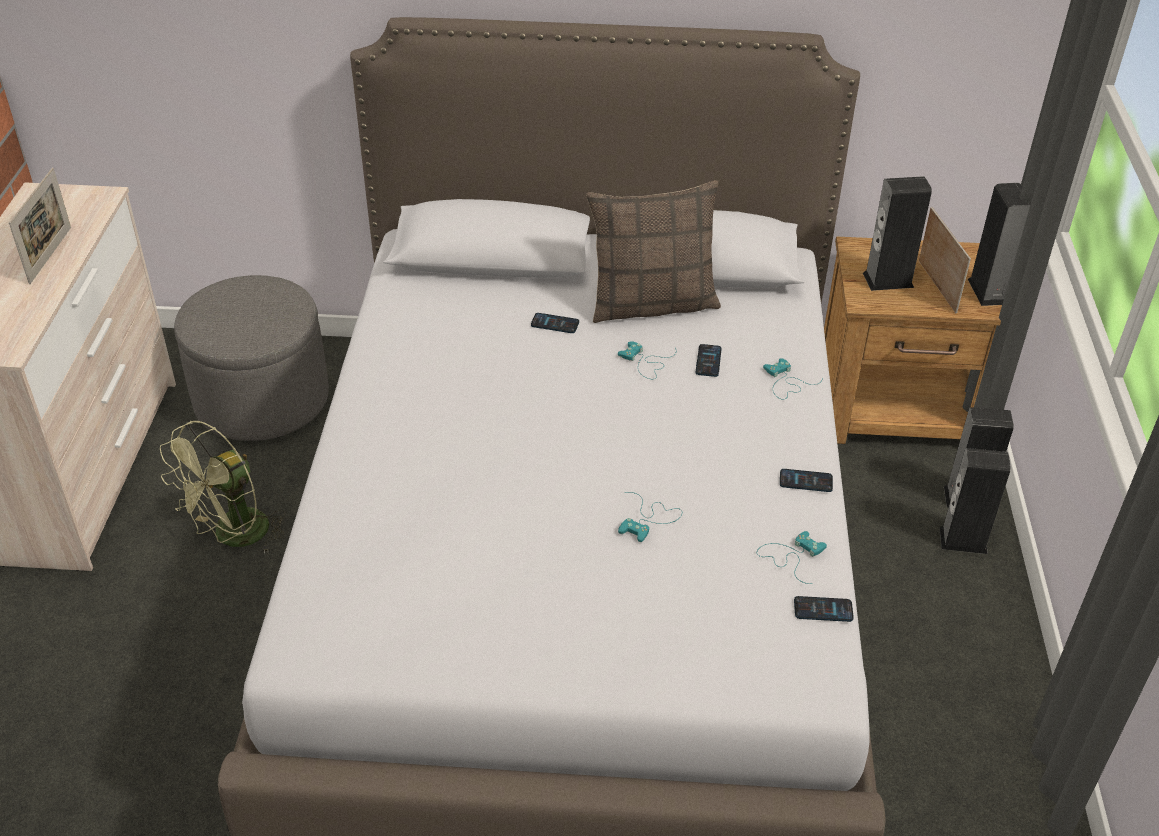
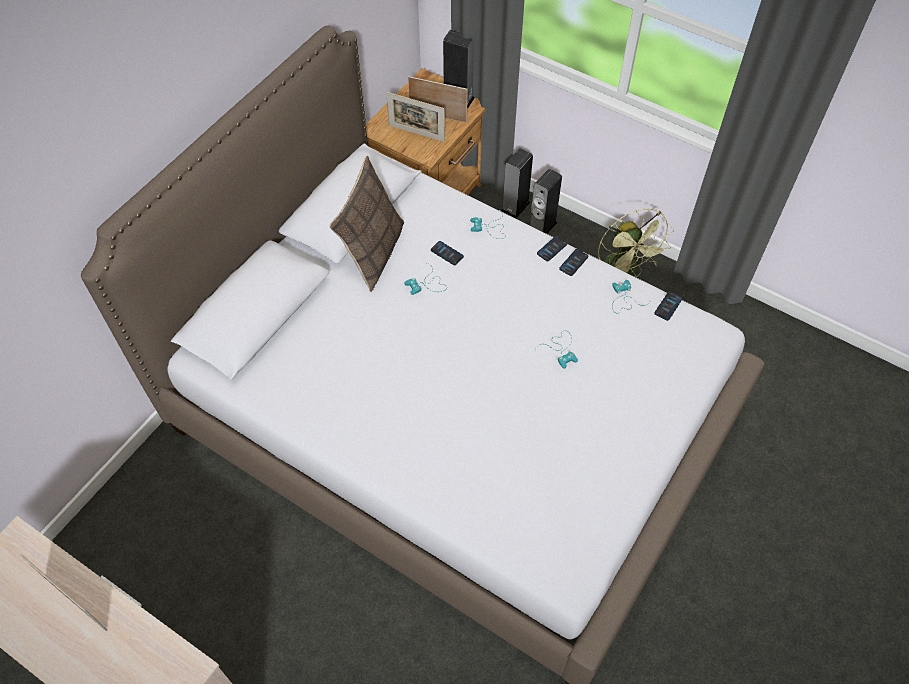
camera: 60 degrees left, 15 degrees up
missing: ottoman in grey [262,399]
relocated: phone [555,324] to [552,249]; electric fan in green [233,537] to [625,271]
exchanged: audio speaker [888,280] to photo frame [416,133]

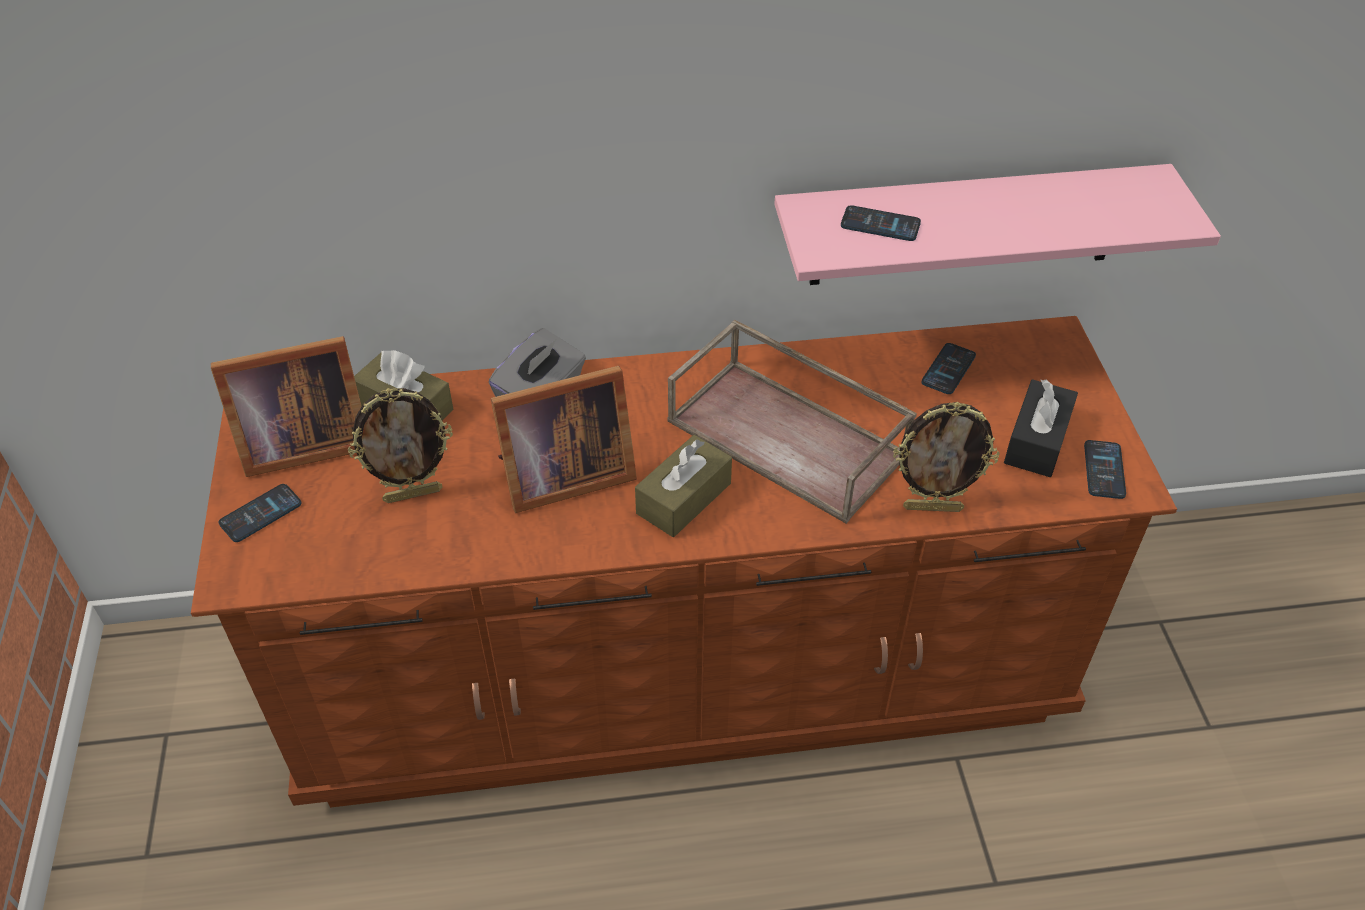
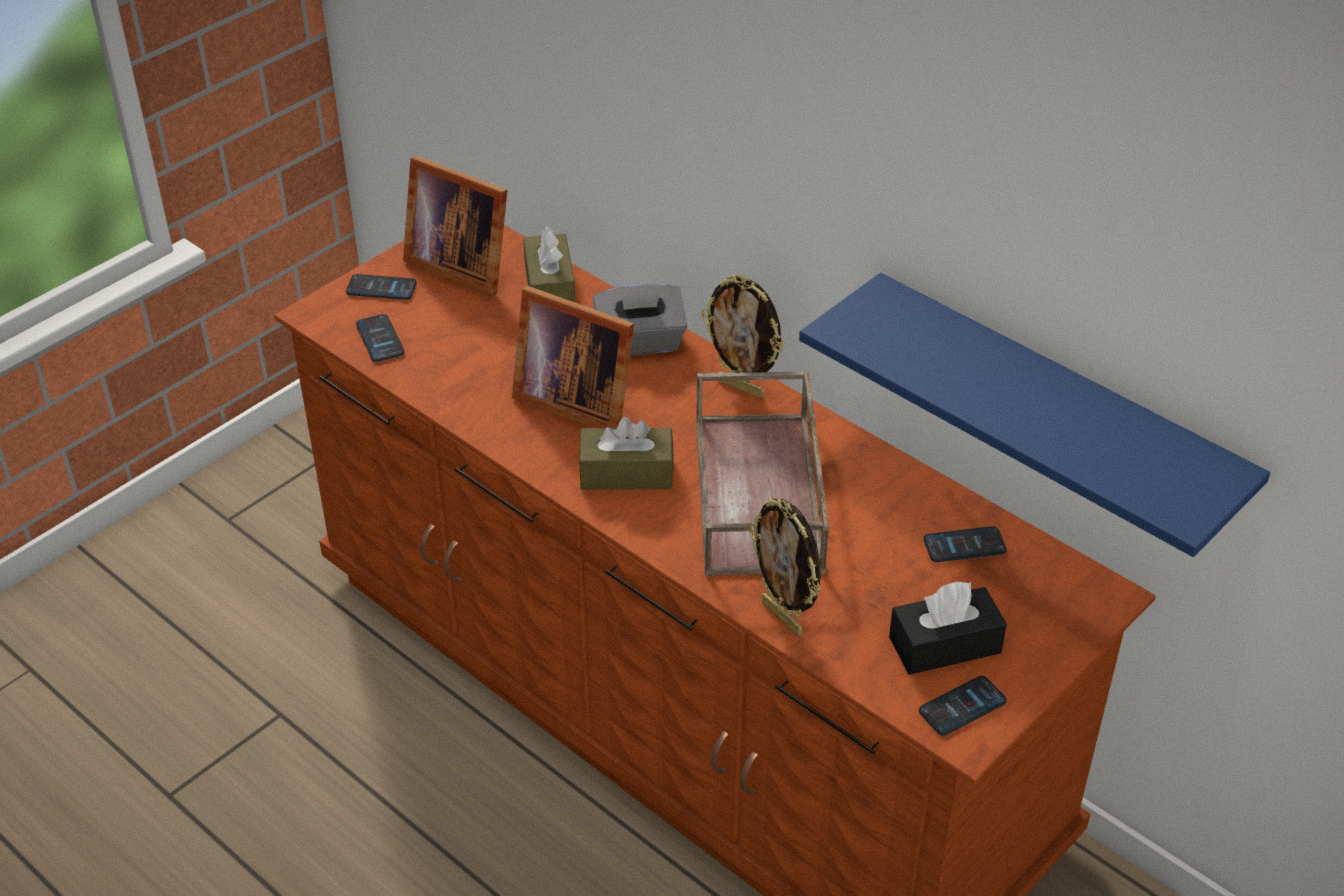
camera: 50 degrees right, 5 degrees down
relocated: phone [880,225] to [380,339]; photo frame [413,494] to [742,387]
colour: shelf in pink [966,225] to shelf in bluish [1054,414]

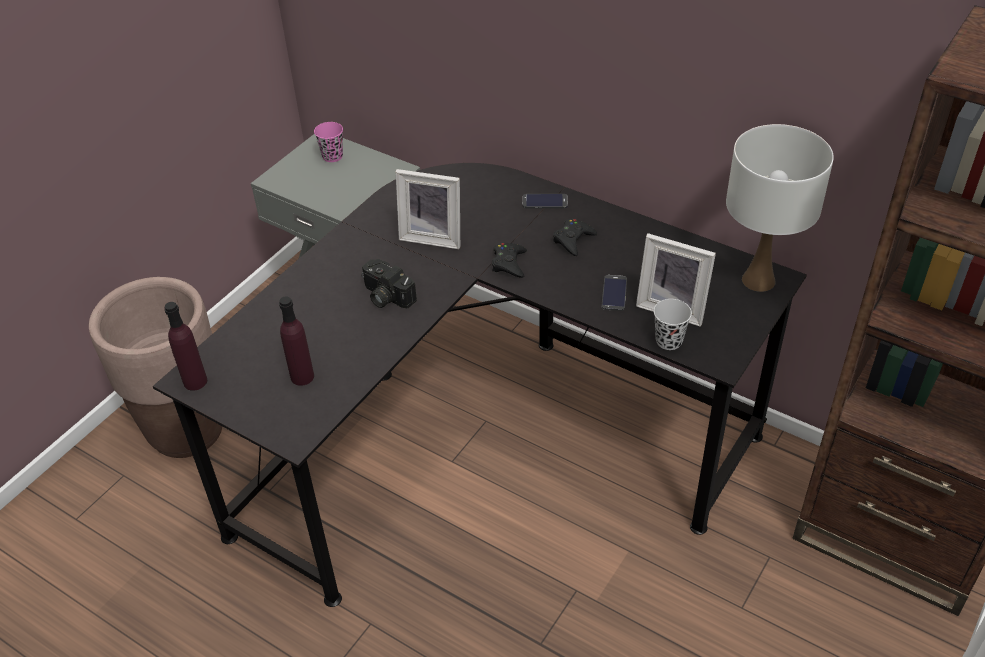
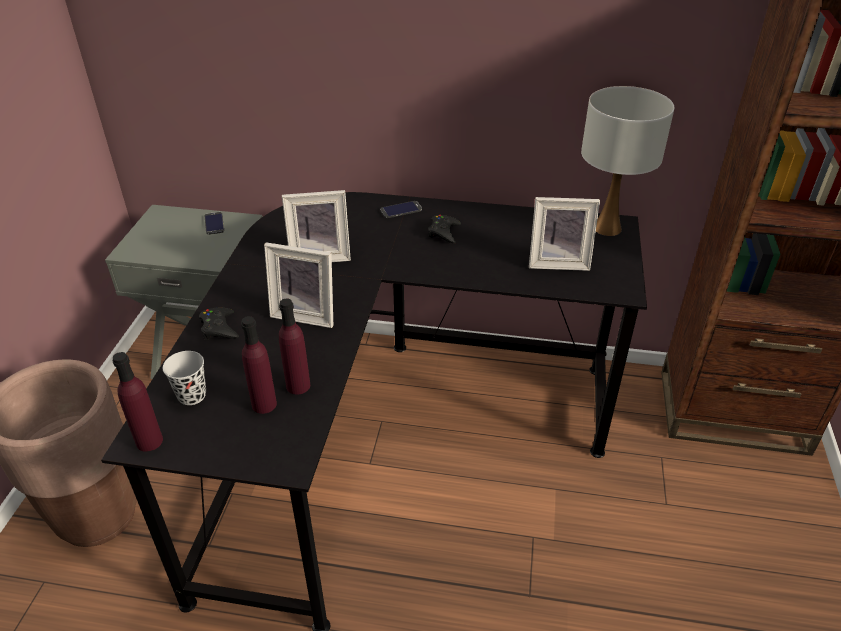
camera: 25 degrees left, 5 degrees down
missing: cup in pink [332,156]
appeared: beverage bottle in purple-coloured [298,385]
relocated: gamepad in black-coloured [509,263] to [219,328]; phone [614,293] to [214,223]; cup in black-coloured [669,341] to [192,395]
exchanged: photo camera [385,296] to photo frame [306,314]

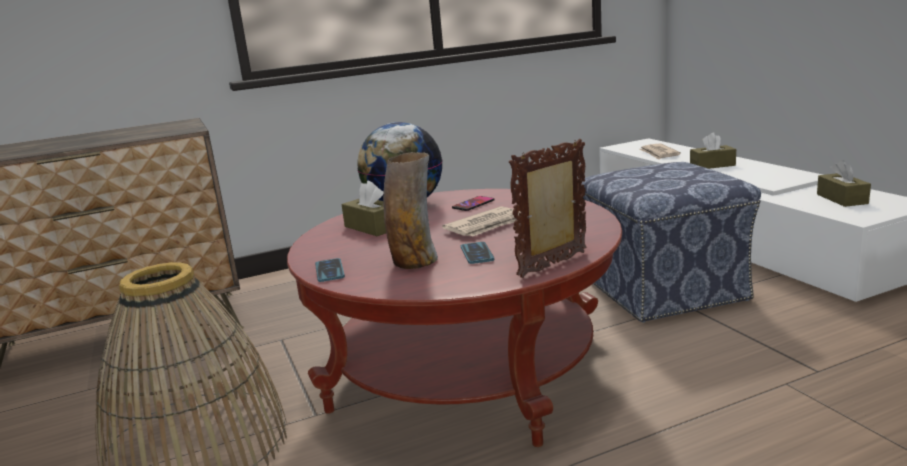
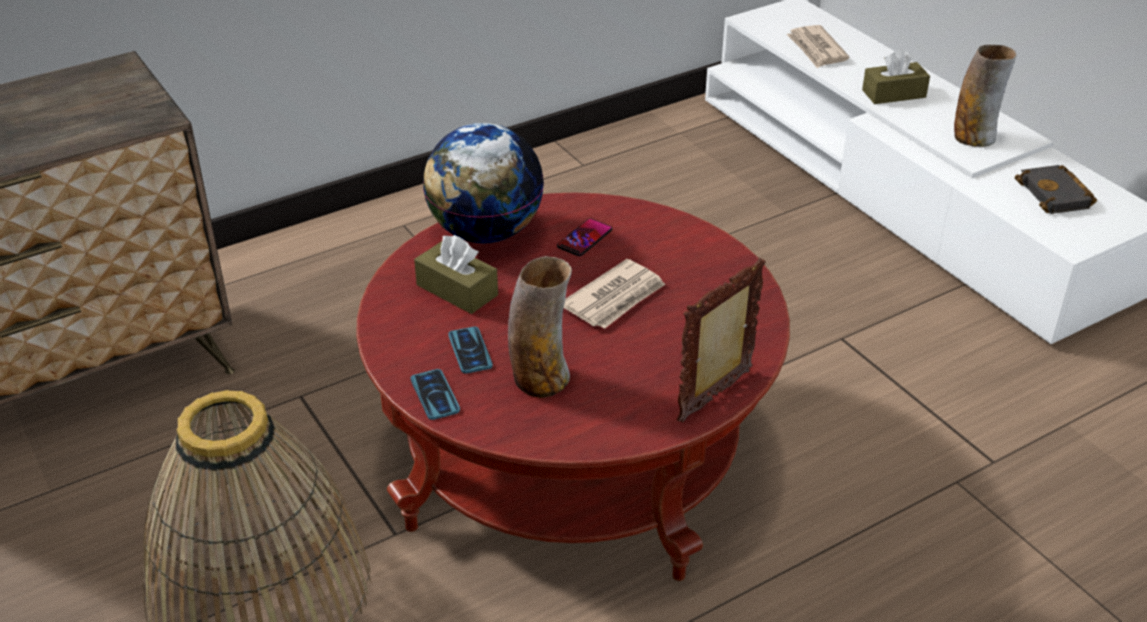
camera: 10 degrees left, 20 degrees up
missing: ottoman [663,290]
appeared: decorative vase [974,137]
relocated: phone [477,254] to [470,351]
exchanged: tissue holder in brownish [842,199] to book in black-coloured [1057,195]

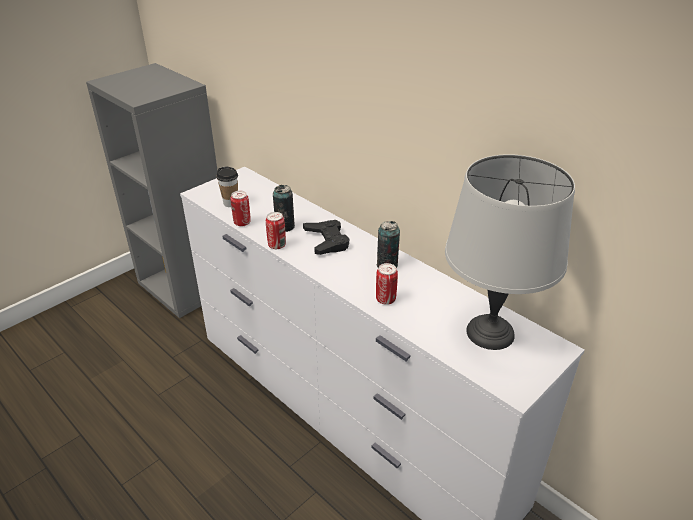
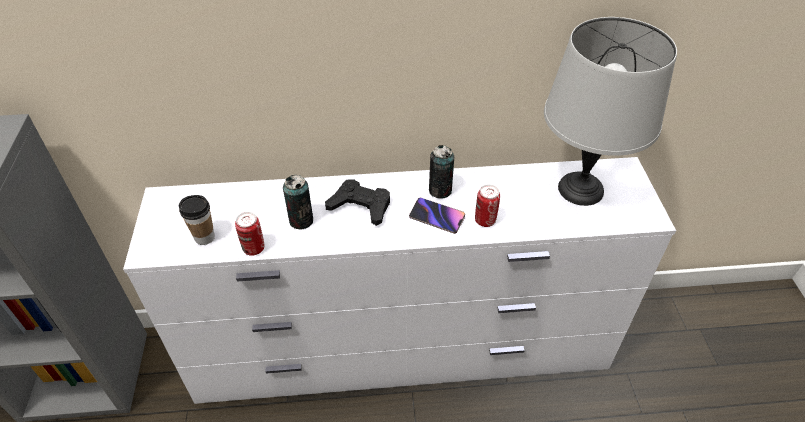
camera: 50 degrees left, 10 degrees up
missing: sealed can [277,245]
appeared: phone [437,217]

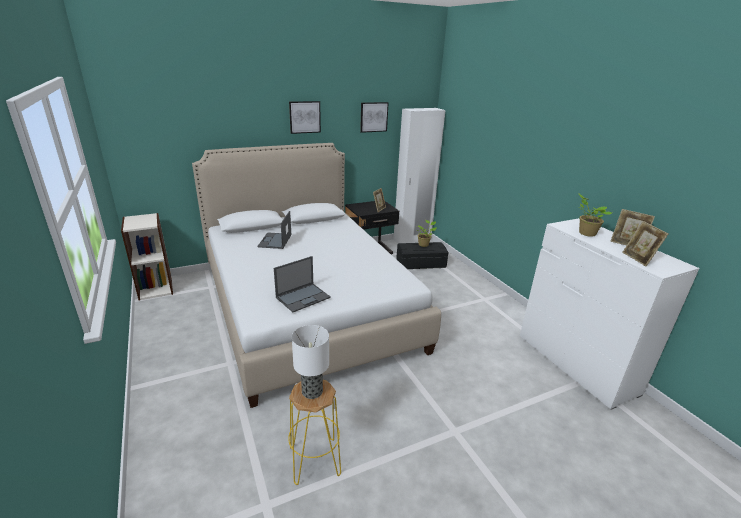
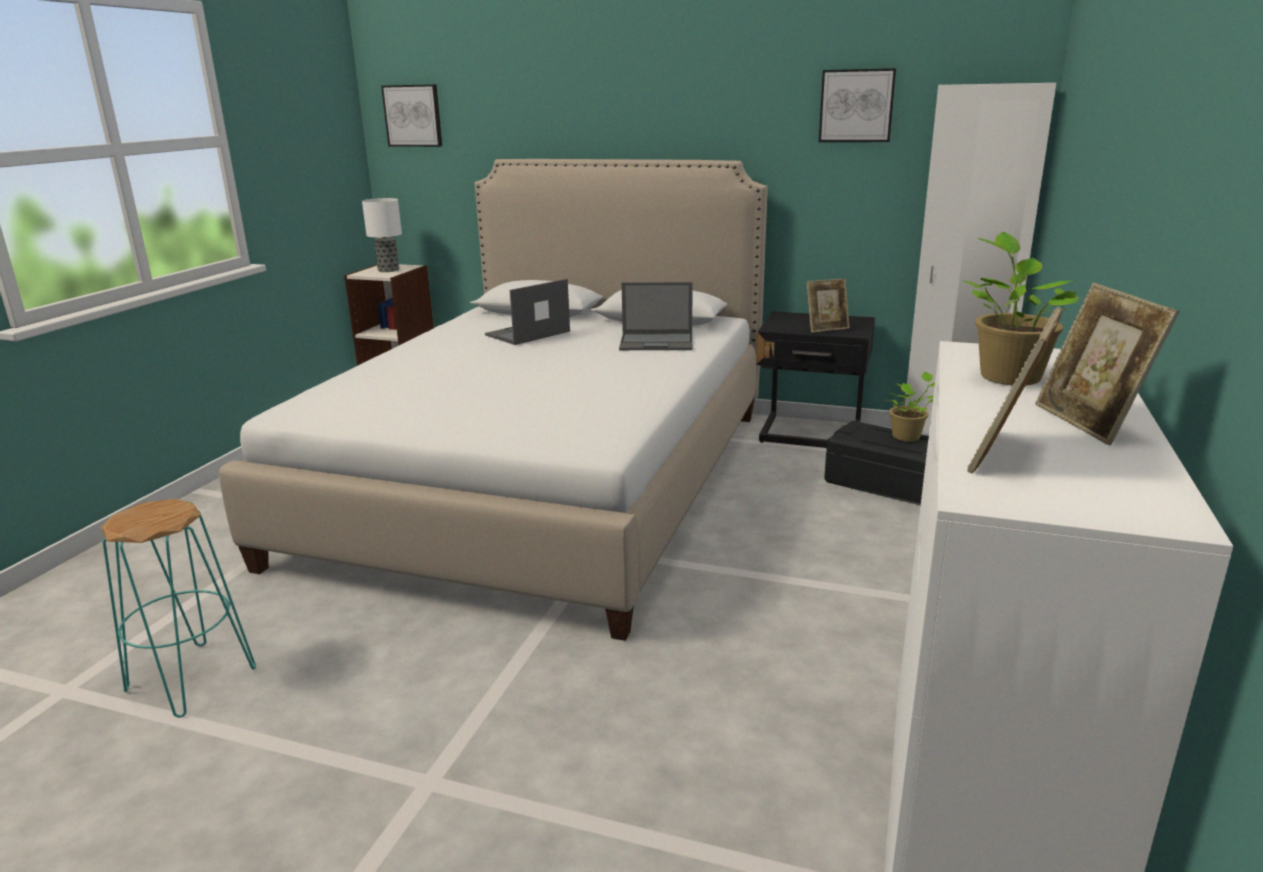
camera: 45 degrees right, 5 degrees down
relocated: wall picture [304,117] to [413,115]; laptop [303,297] to [657,342]; tabletop lamp [311,391] to [388,270]
colour: stool in yellowish [315,461] to stool in blue-green [190,680]

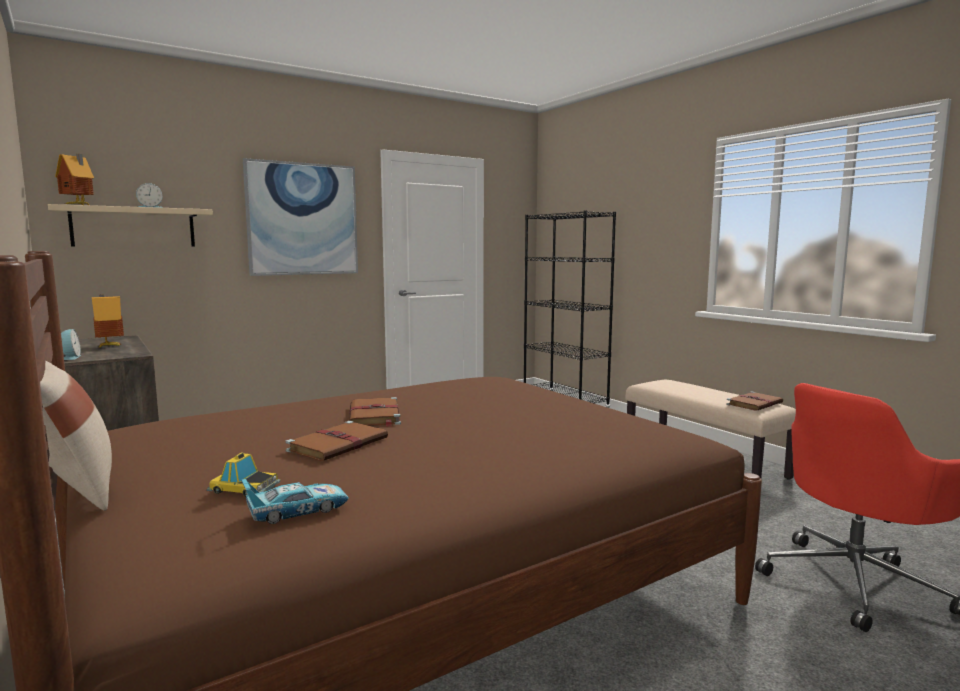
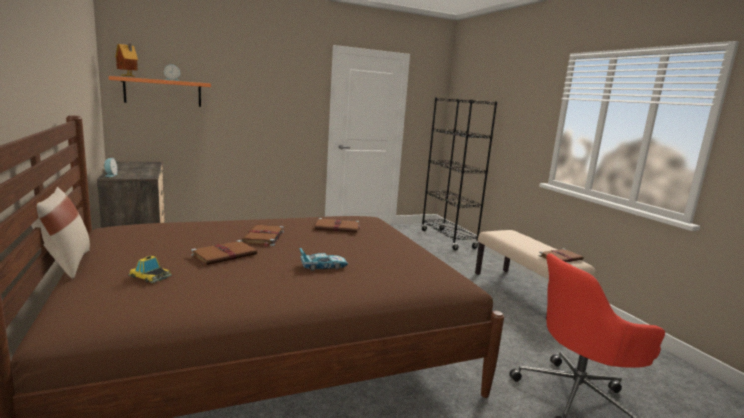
camera: 10 degrees right, 5 degrees up
missing: wall picture [303,219]; miniature house [110,346]
appeared: book in brownish [338,228]
relocated: toy car [297,511] to [323,266]
colour: shelf in sand-coloured [134,227] to shelf in orange-coloured [163,92]

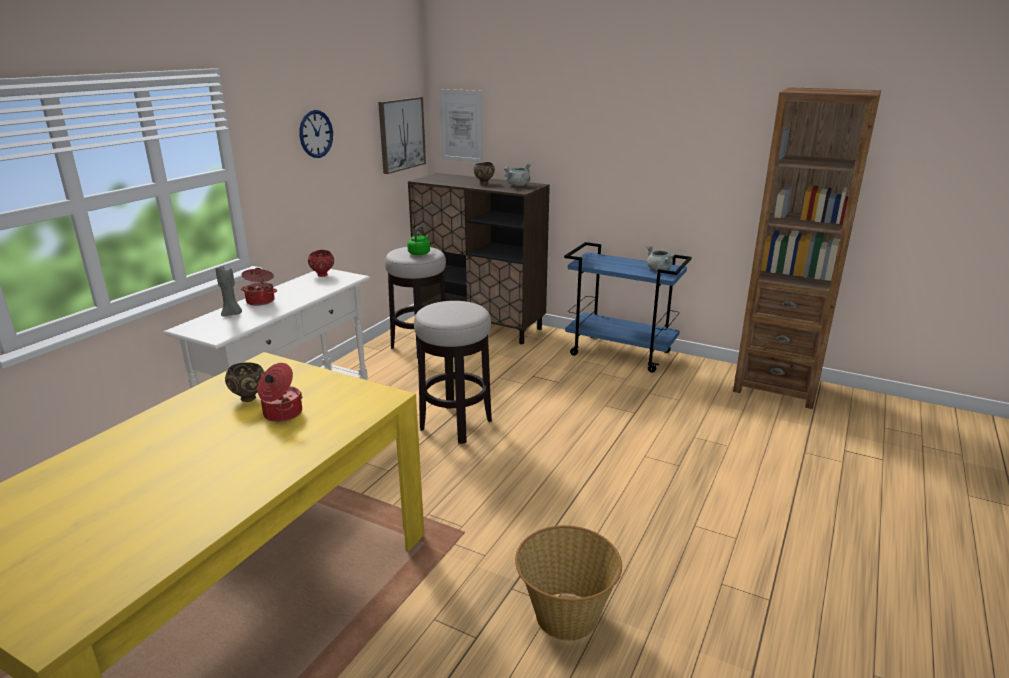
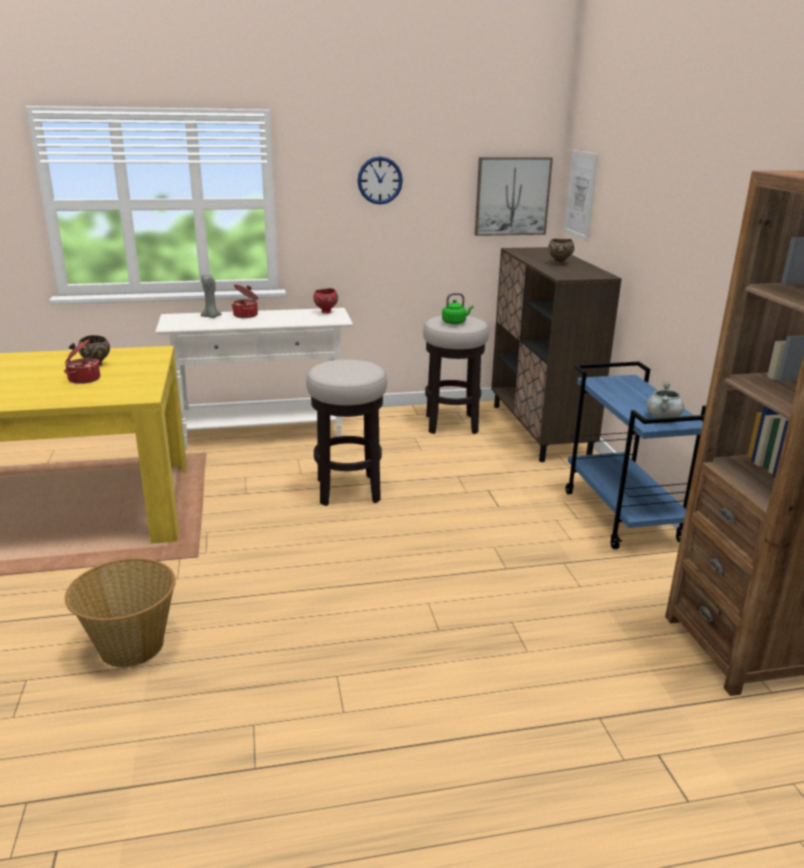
camera: 50 degrees right, 0 degrees up
missing: stockpot in grey [518,185]

